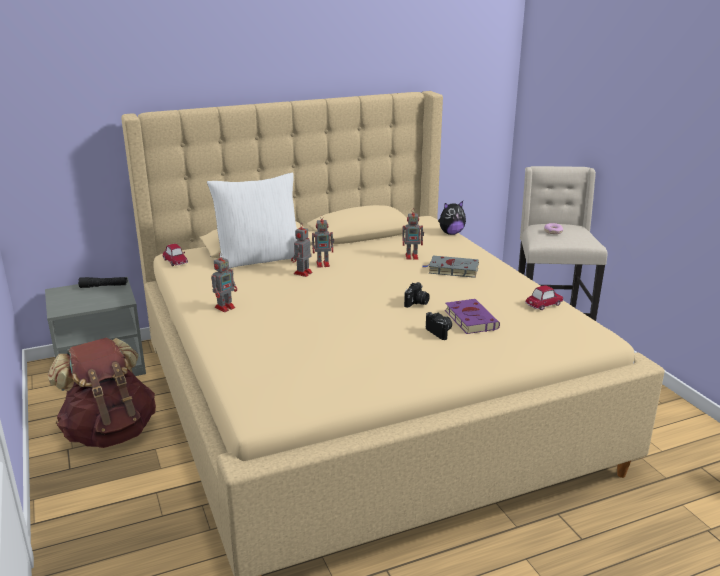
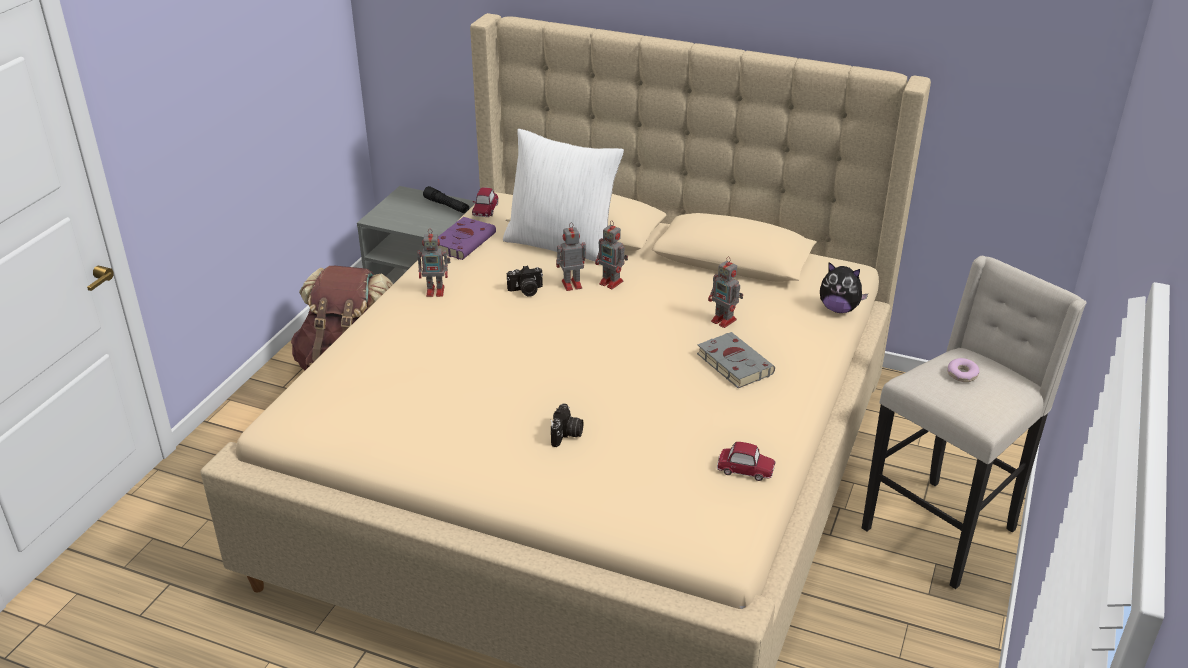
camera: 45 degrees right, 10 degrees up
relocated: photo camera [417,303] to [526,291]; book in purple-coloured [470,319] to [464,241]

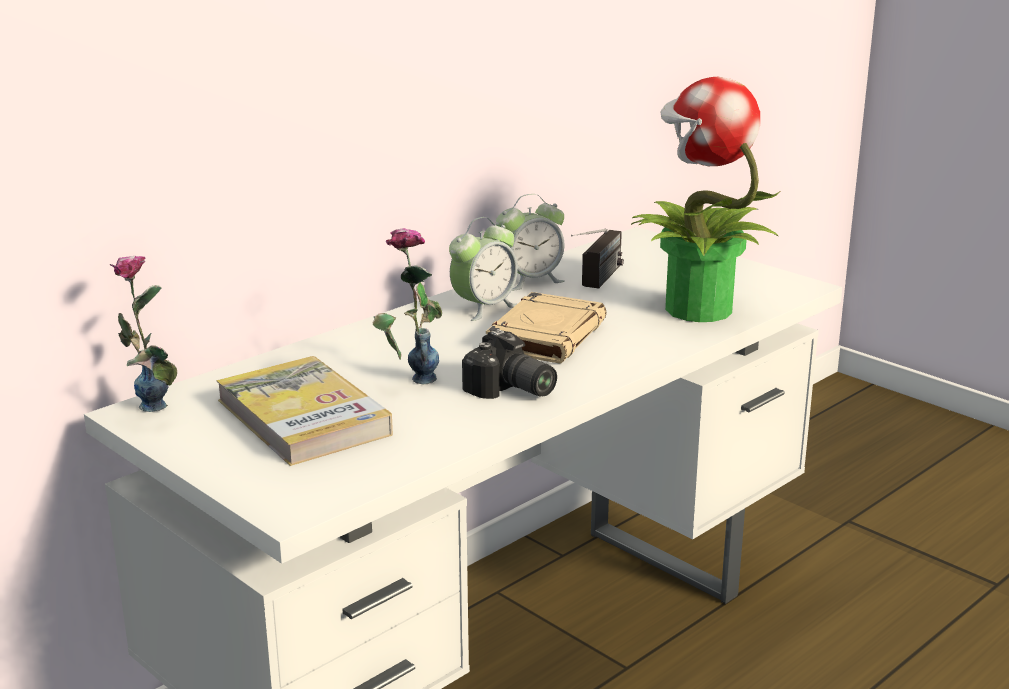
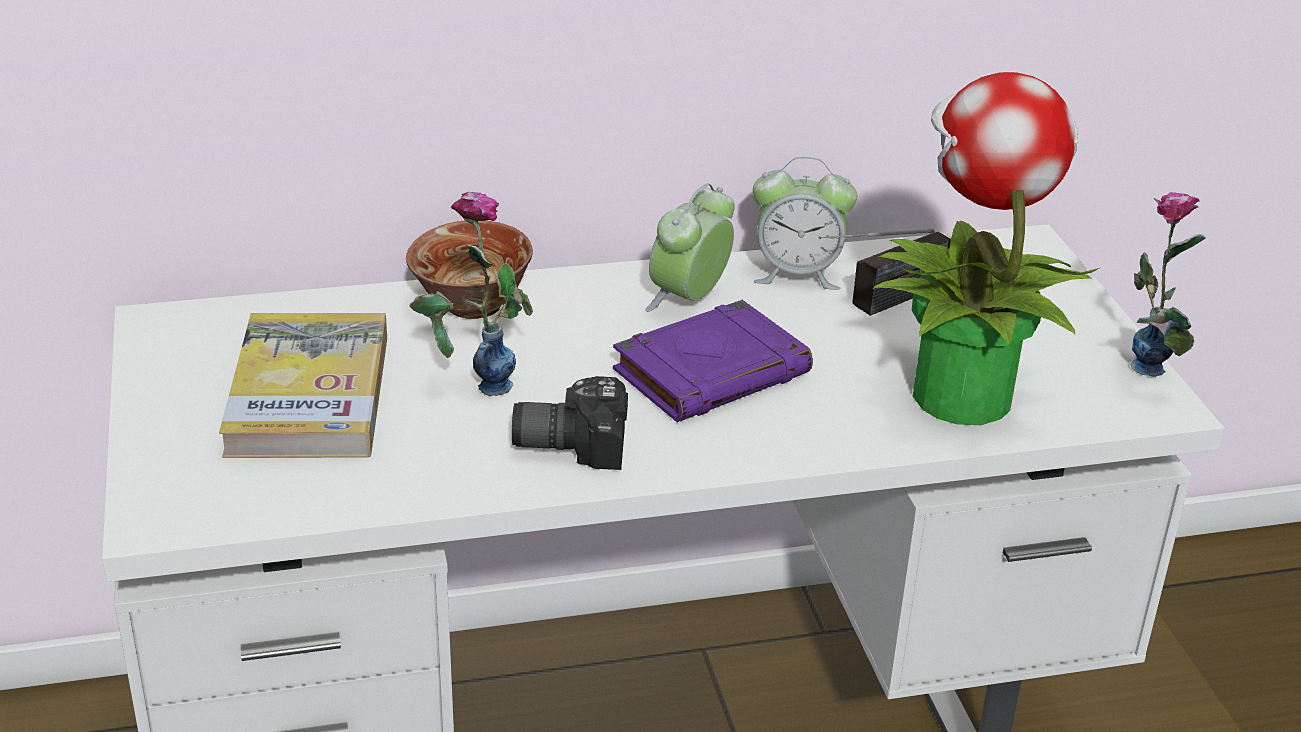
camera: 30 degrees right, 10 degrees up
appeared: serving bowl [472,305]
relocated: decorative vase [152,415] to [1144,380]
colour: book in sand-coloured [546,336] to book in purple-coloured [712,372]
spun: bedside clock [484,308] = [689,299] 135 degrees clockwise; photo camera [510,391] = [570,442] 105 degrees clockwise

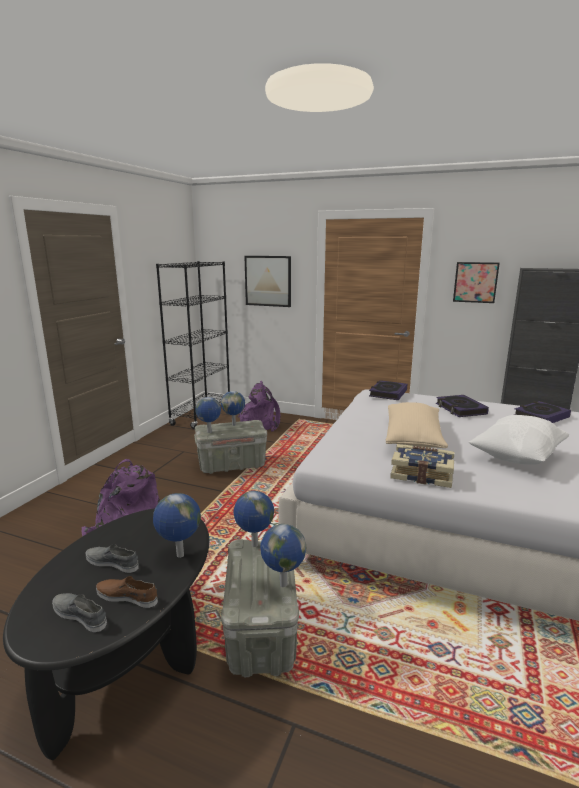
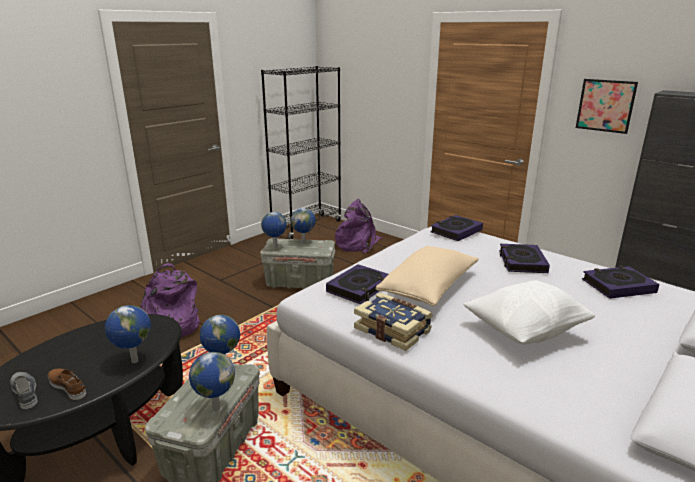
camera: 20 degrees right, 5 degrees up
missing: wall picture [268,281]; low shoe in grey [113,562]
appeared: book [359,288]

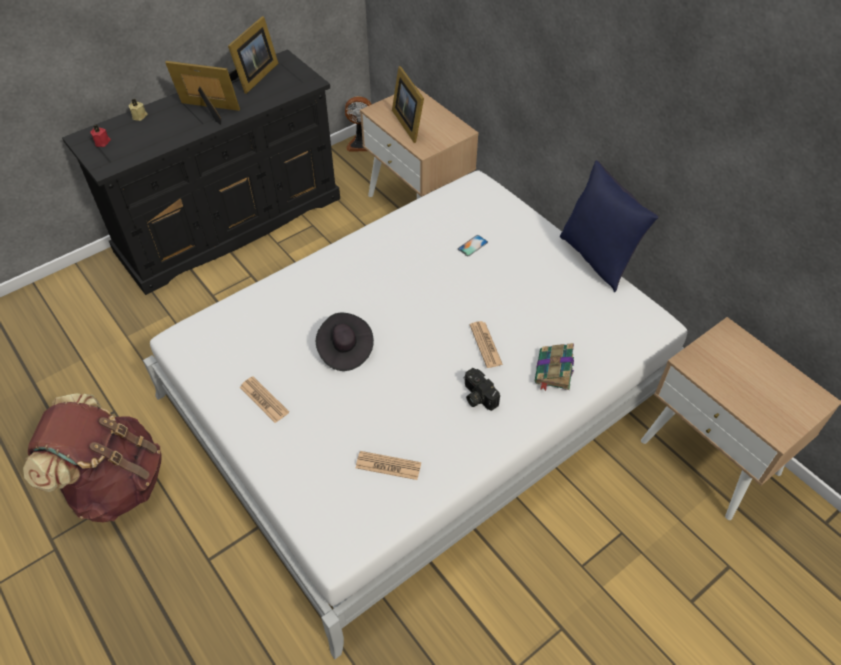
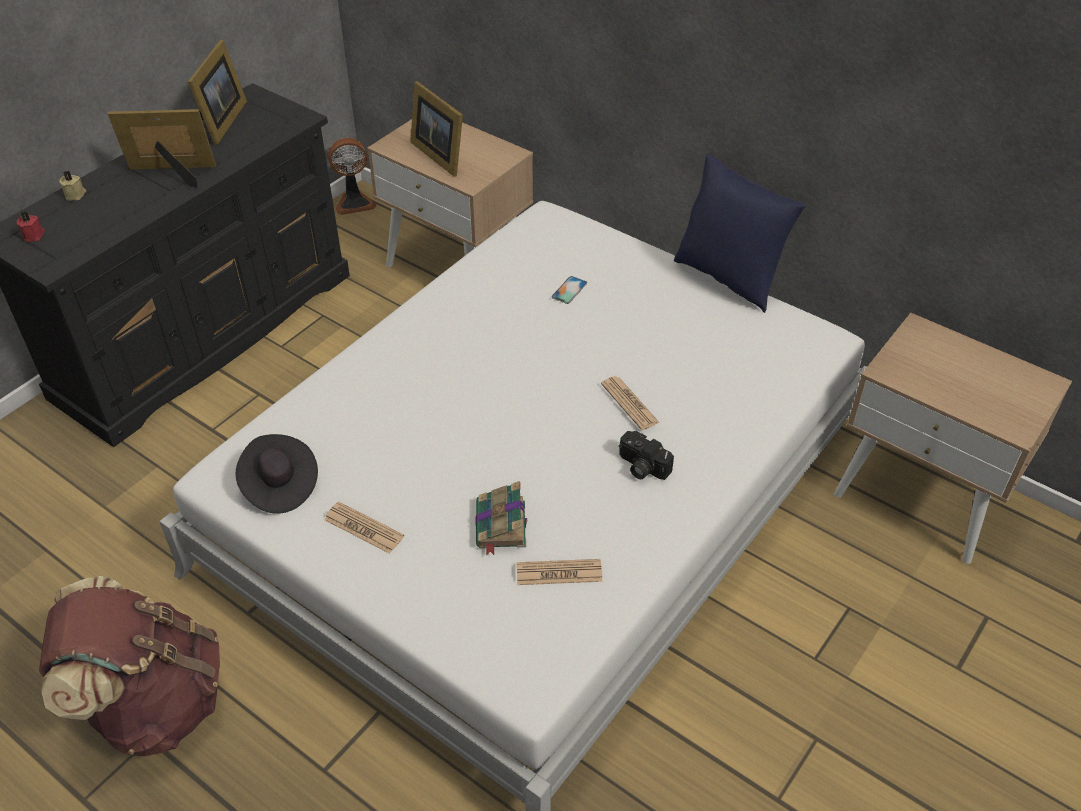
camera: 15 degrees left, 5 degrees down
relocated: hat in black-coloured [345,350] to [279,486]; book [554,371] to [501,526]

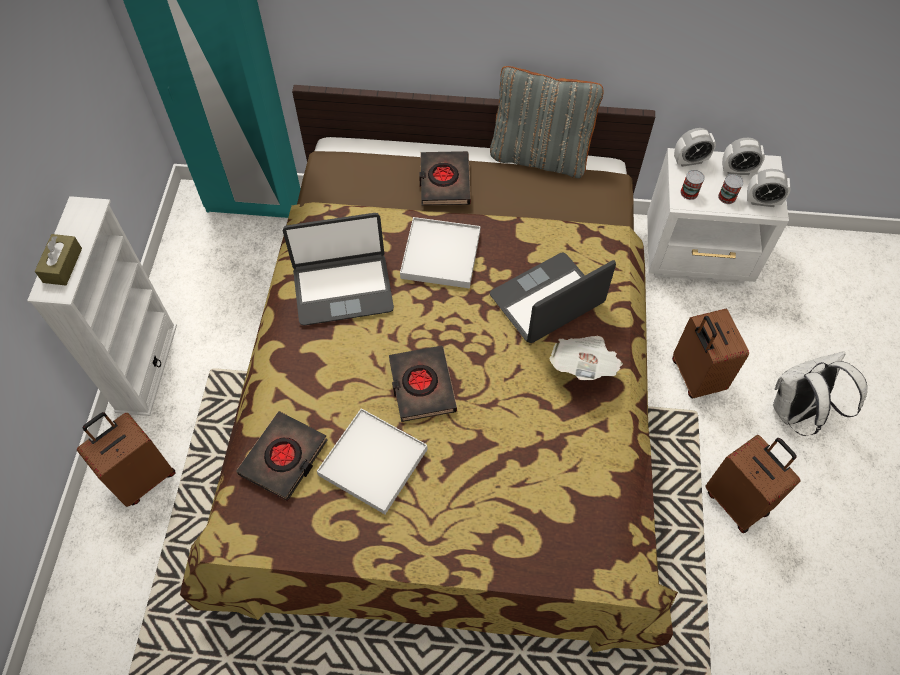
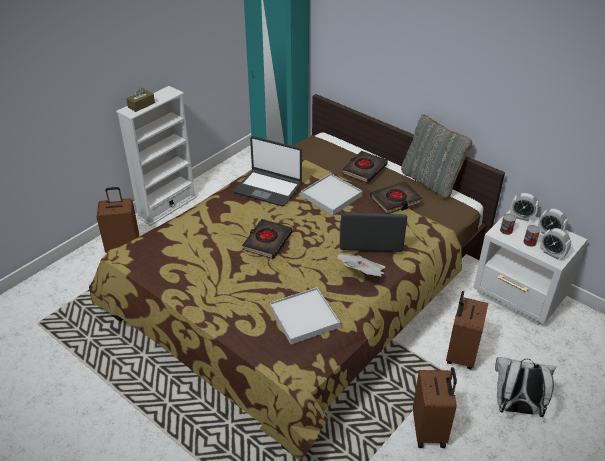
camera: 35 degrees right, 20 degrees down
relocated: carrying tray in whitish [373,462] to [304,317]; book in black-coloured [284,458] to [395,200]

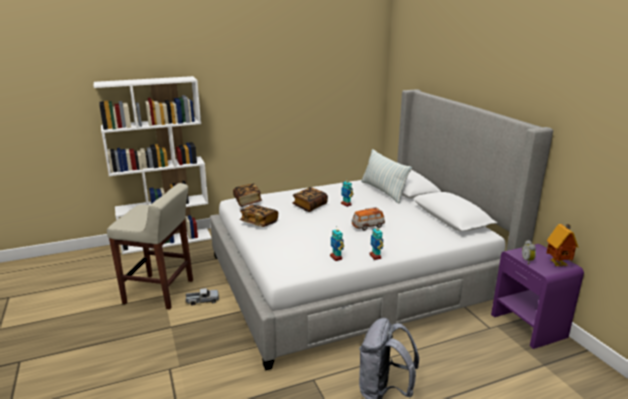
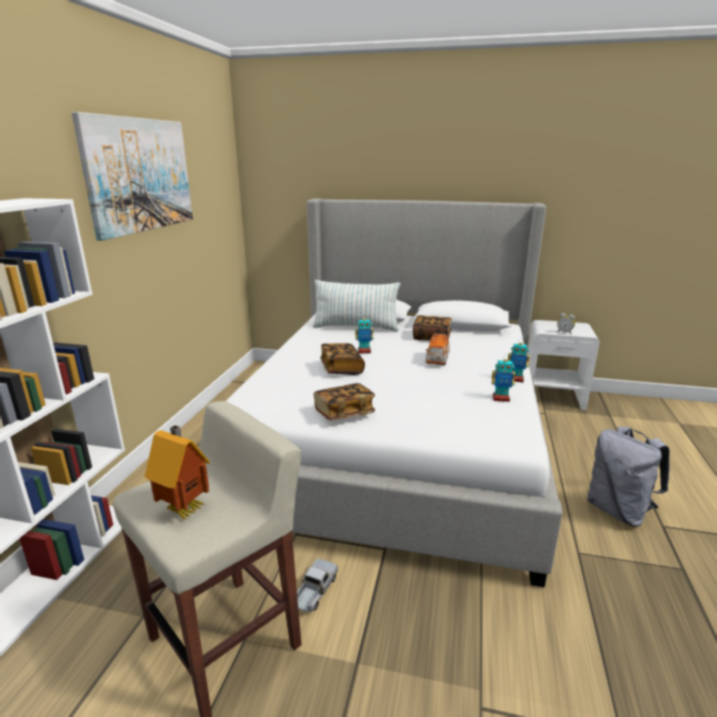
camera: 55 degrees left, 0 degrees up
appeared: wall picture [140,175]
relocated: book [247,201] to [431,337]; miniature house [558,264] to [186,508]
colour: night table in purple-coloured [528,326] to night table in whitish [553,397]

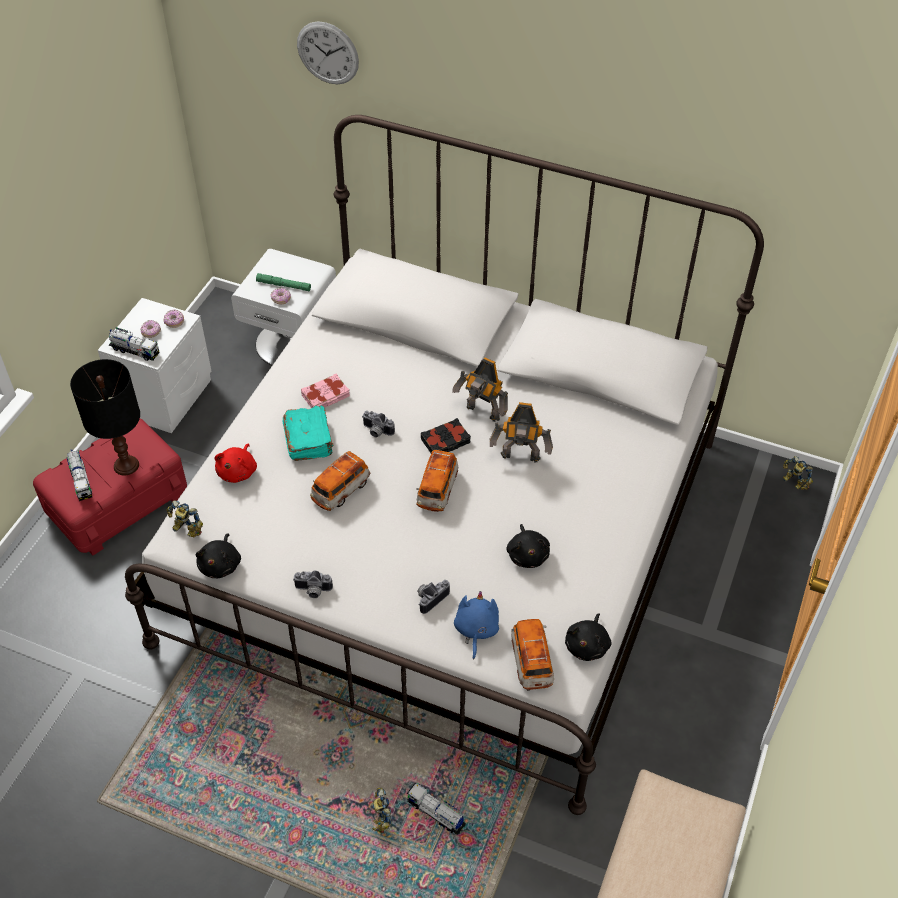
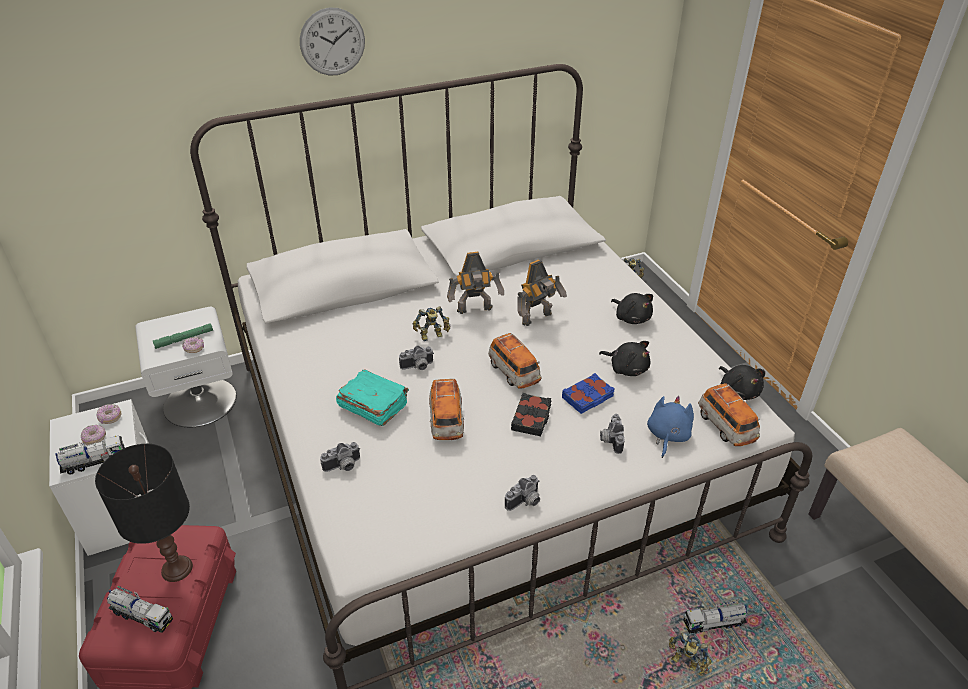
camera: 45 degrees left, 10 degrees down
missing: book in pink [326,396]
appeared: book in bluish [588,397]
relocated: clock on the wall [327,53] to [332,42]; book in black-coloured [446,441] to [532,418]; model robot [185,530] to [432,336]; soft toy in black-coloured [221,564] to [631,317]
exchanged: soft toy in red [238,471] to photo camera [343,467]
spun: soft toy in bluish [476,630] = [667,435] 60 degrees clockwise; toy car [531,662] = [726,426] 150 degrees counterclockwise

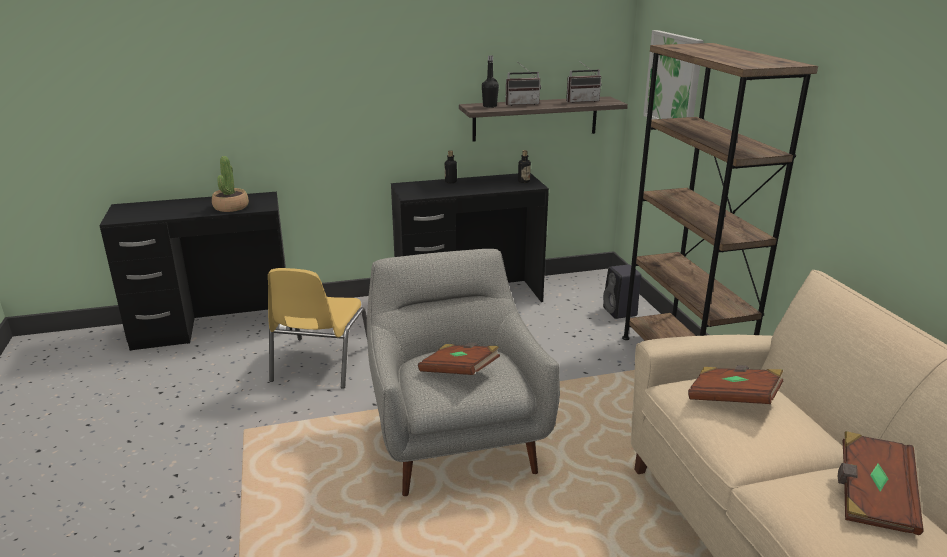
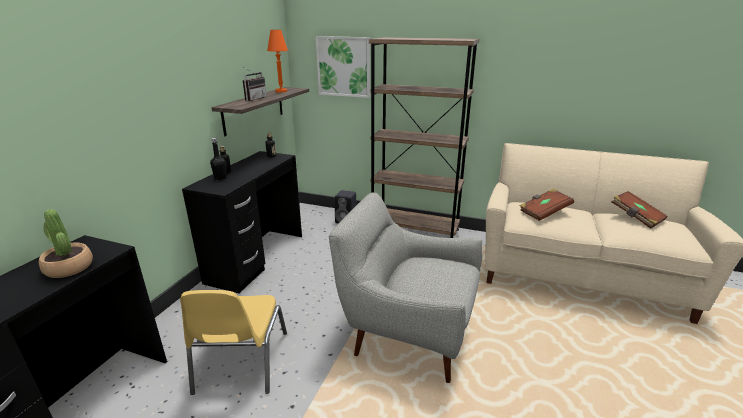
camera: 55 degrees left, 0 degrees up
missing: book in brownish [459,372]
relocated: beverage bottle in black-coloured [489,106] to [220,178]
exchanged: radio receiver [581,101] to tabletop lamp in orange-coloured [281,91]
spun: upright chair in yellowish [320,363] = [240,363] 45 degrees clockwise

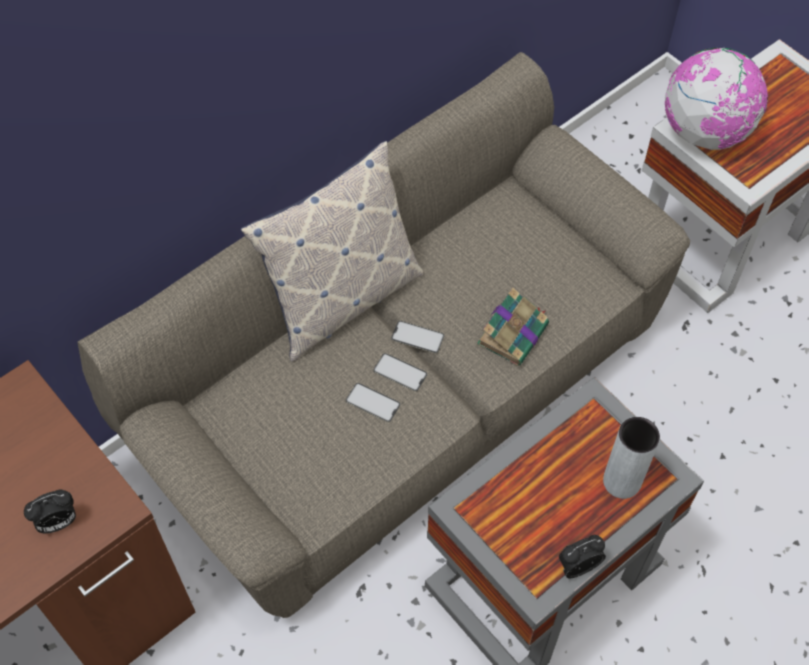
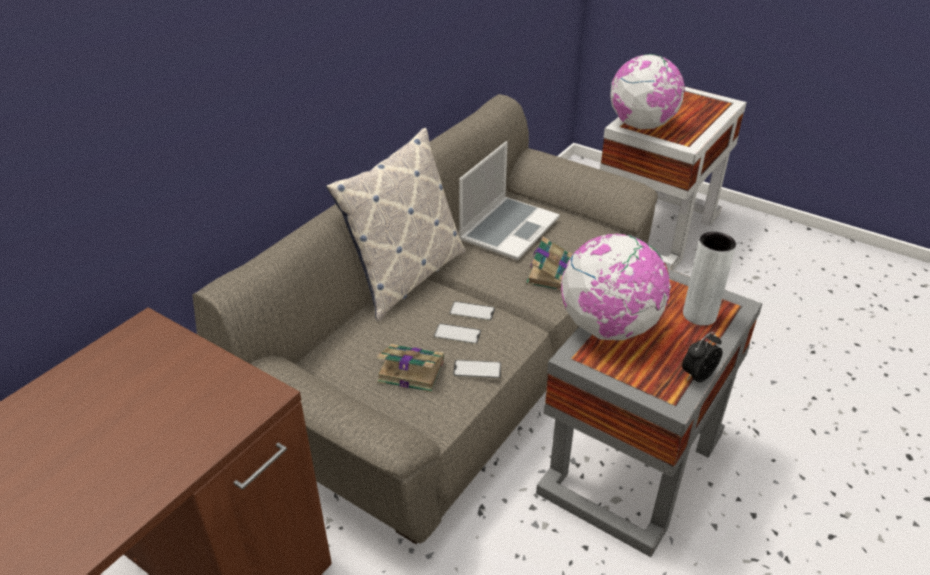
camera: 15 degrees left, 20 degrees down
missing: bedside clock [58,522]
appeared: laptop [508,229]; desk globe [609,328]; book [409,371]
relocated: phone [417,337] to [477,369]

